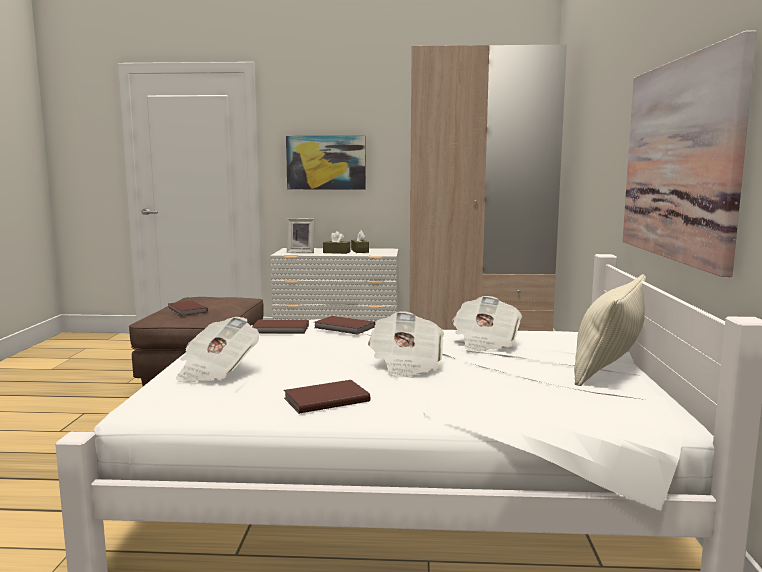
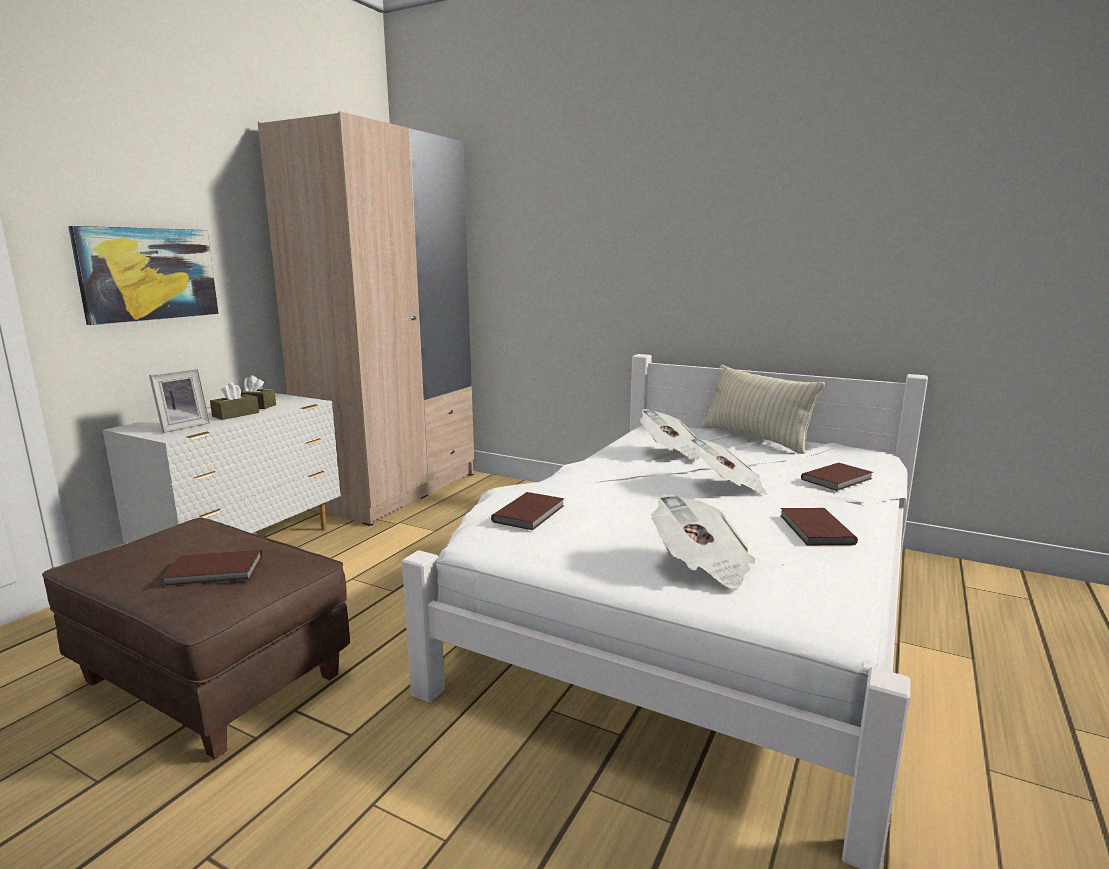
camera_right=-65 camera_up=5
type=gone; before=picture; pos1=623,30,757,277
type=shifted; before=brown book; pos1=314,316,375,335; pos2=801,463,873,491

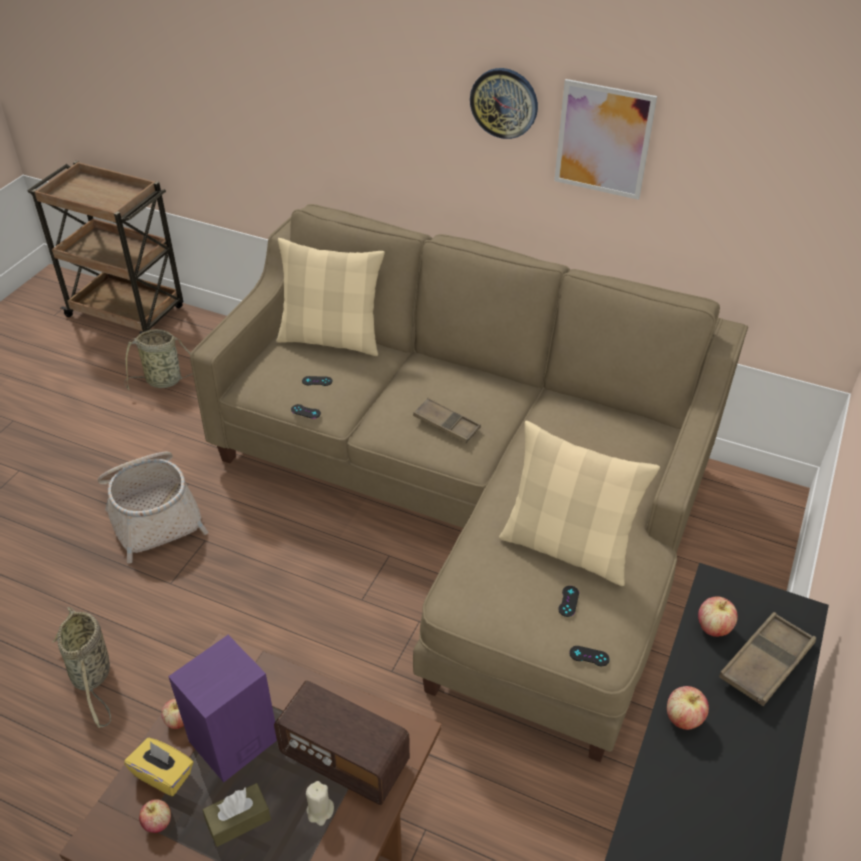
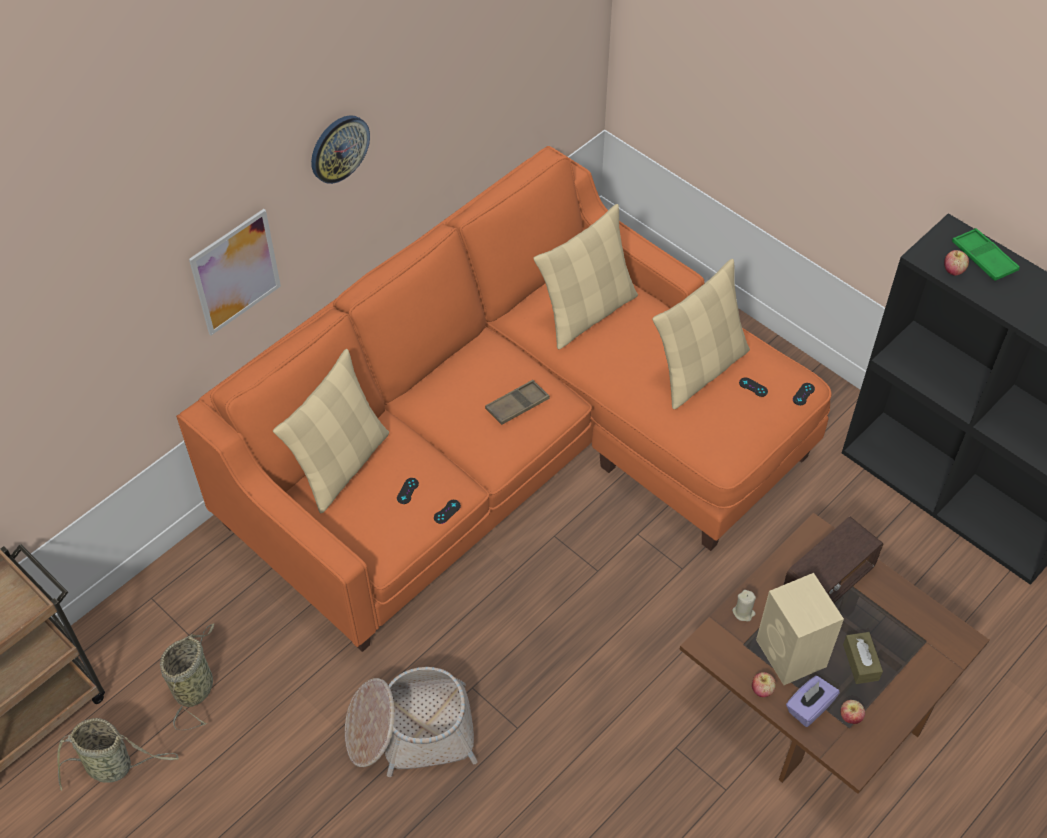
camera_right=-70 camera_up=10
type=gone; before=apple; pos1=667,686,709,730
type=new; after=beige pillow; pos2=533,204,638,349
type=shifted; before=basket; pos1=52,607,111,728; pos2=57,718,179,791
type=shifted; before=beige candle; pos1=306,781,334,826; pos2=732,590,756,621
type=shifted; before=picture; pos1=554,79,657,200; pos2=189,209,281,335
type=repainted; before=yellow tissue box; after=purple tissue box; pos1=124,738,194,796; pos2=786,676,840,727
type=repainted; before=purple speaker; after=beige speaker; pos1=168,635,277,782; pos2=756,573,844,685
type=repainted; before=beige sofa; after=orange sofa; pos1=190,204,748,762; pos2=176,146,832,652
type=repainted; before=brown tray; after=green tray; pos1=719,612,816,706; pos2=952,228,1020,281

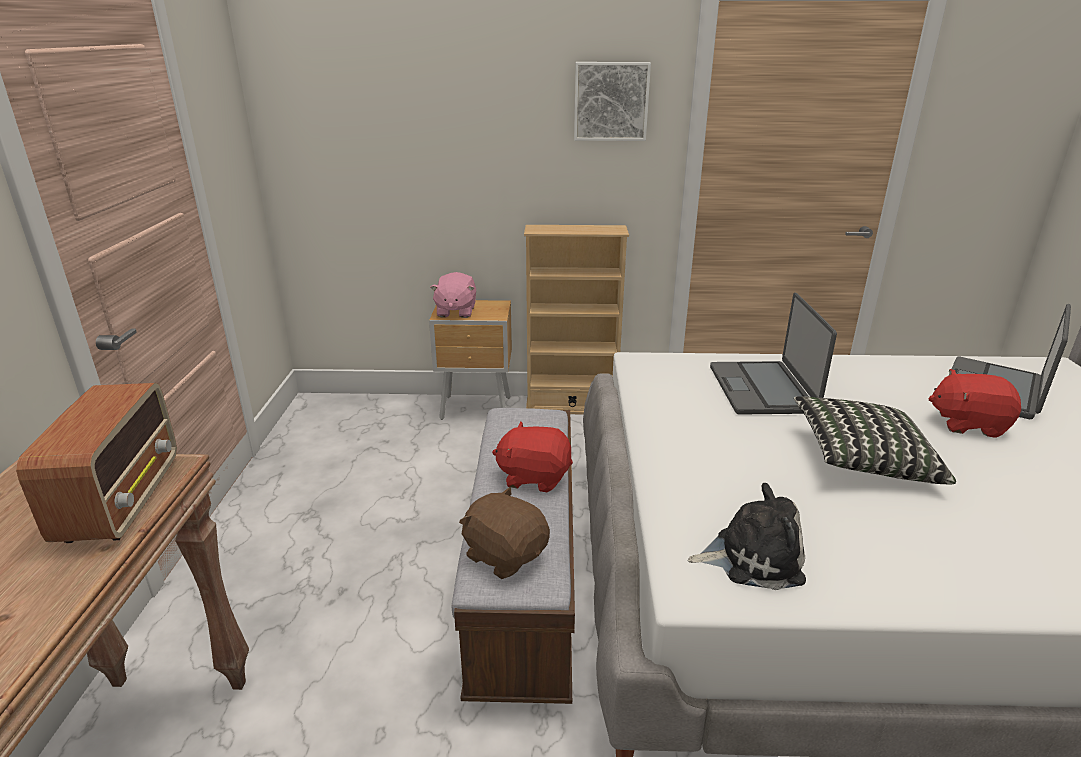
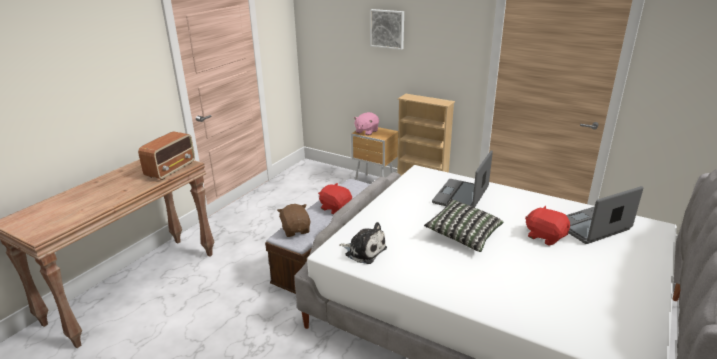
camera_right=30 camera_up=0
type=shifted; before=picture; pos1=574,62,651,141; pos2=370,9,404,50

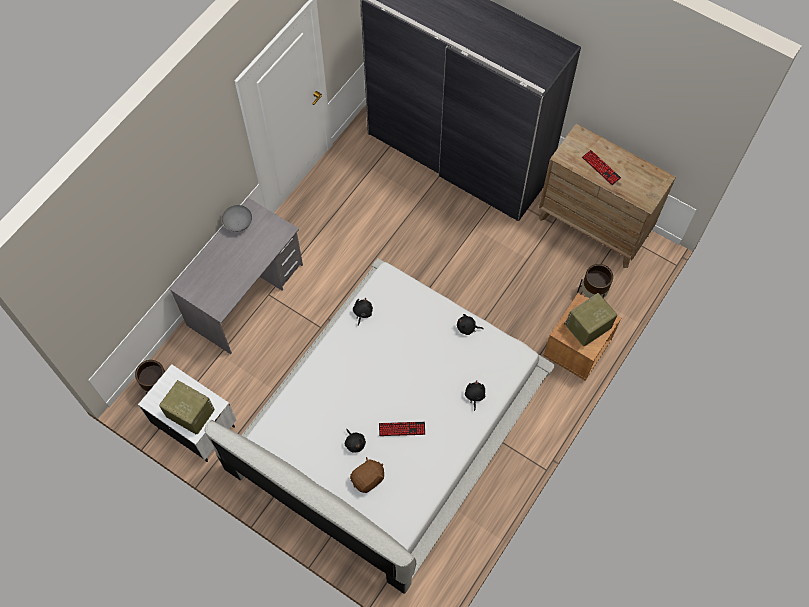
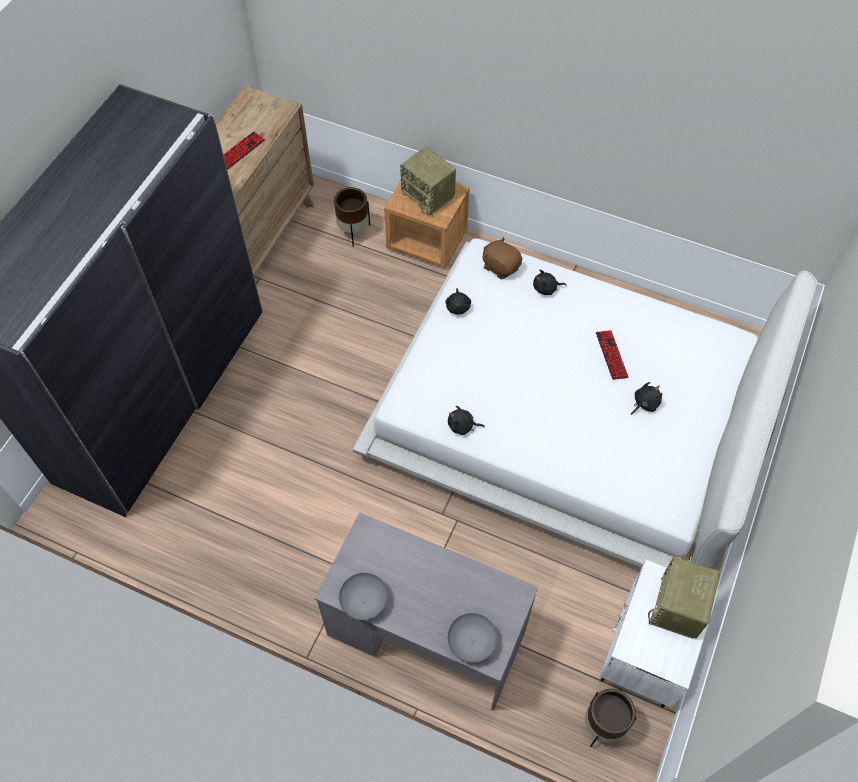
camera_right=-100 camera_up=-5
type=new; after=grey bowl; pos2=448,613,498,663
type=shifted; before=brown plush toy; pos1=350,457,384,493; pos2=483,237,522,279

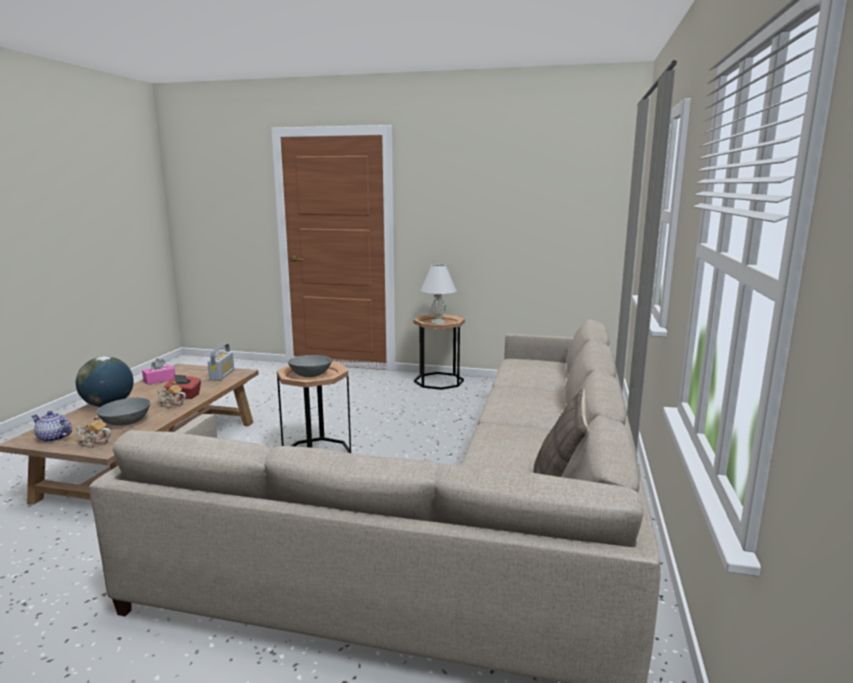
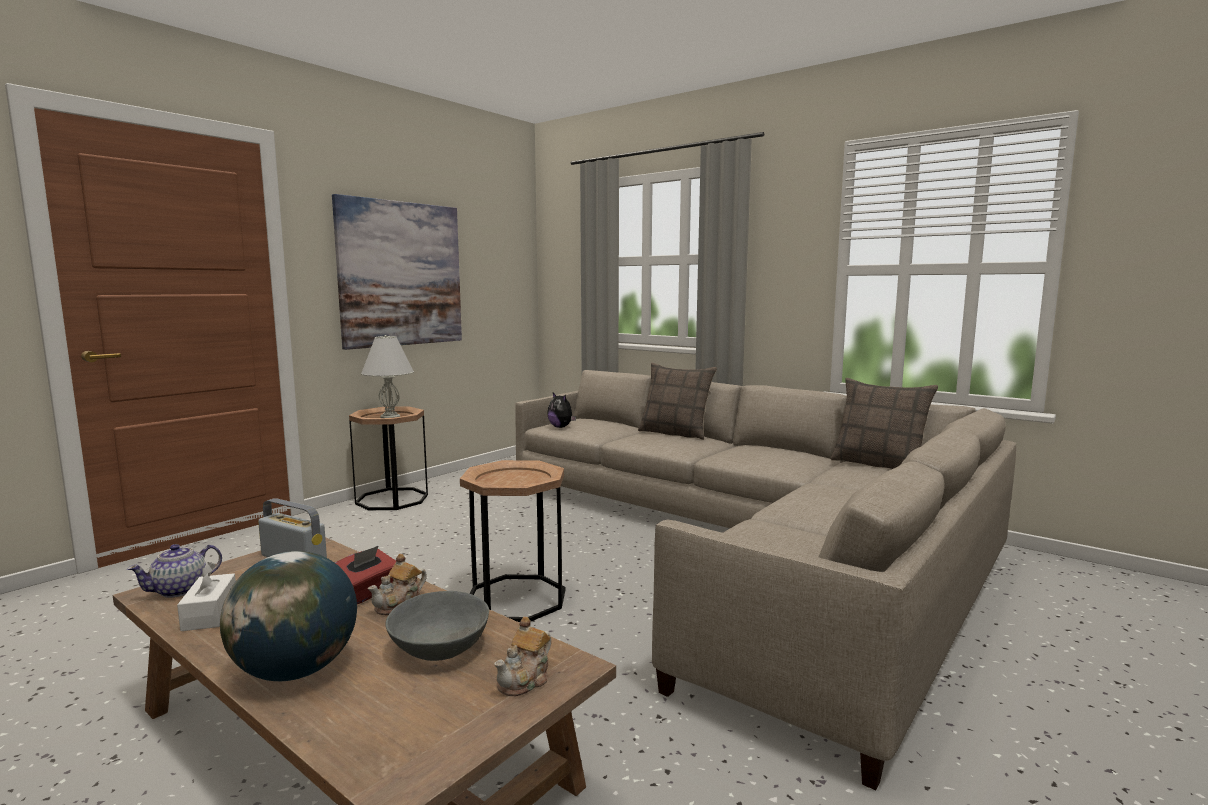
camera_right=-65 camera_up=-5
type=gone; before=grey bowl; pos1=288,355,332,377
type=new; after=picture; pos2=332,194,462,350
type=new; after=plush toy; pos2=547,393,576,428
type=new; after=pillow; pos2=638,363,717,440
type=shifted; before=teapot; pos1=31,411,72,442; pos2=127,544,222,598
type=repainted; before=pink tissue box; after=white tissue box; pos1=142,358,175,385; pos2=177,562,236,631

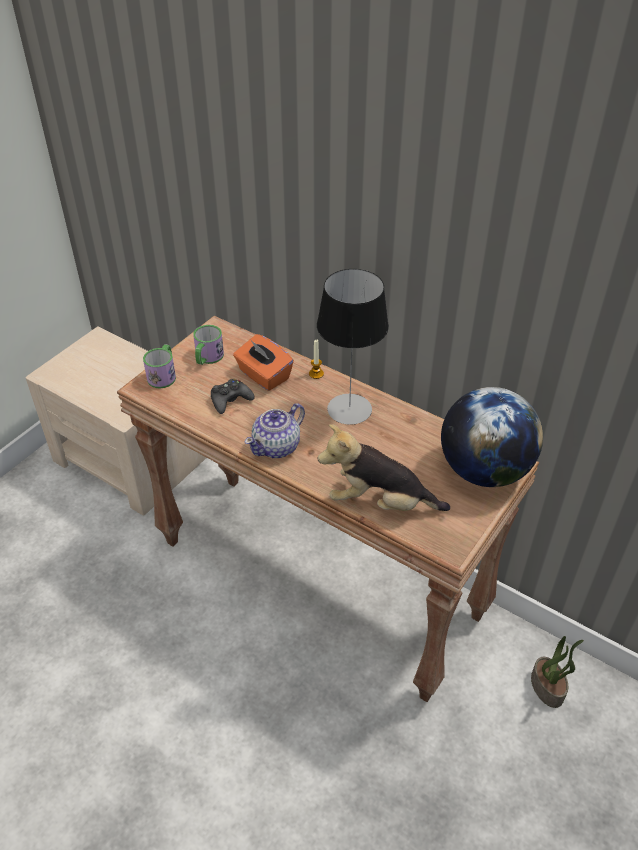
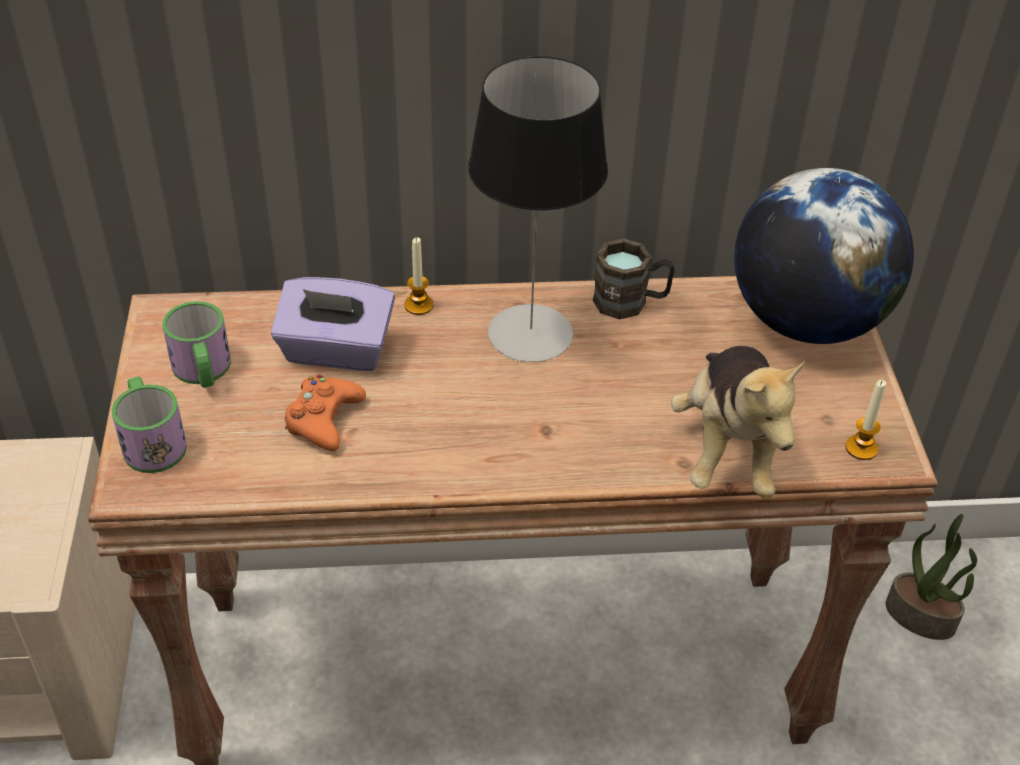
camera_right=-40 camera_up=0
type=gone; before=teapot; pos1=245,403,305,458
type=new; after=brown mug; pos2=593,239,675,319
type=new; after=candle; pos2=845,380,886,460
type=repainted; before=black game controller; after=orange game controller; pos1=211,379,254,414; pos2=285,375,366,451
type=repainted; before=orange tissue box; after=purple tissue box; pos1=233,334,294,391; pos2=271,277,395,371
type=rotated; before=plush toy; pos1=318,424,450,511; pos2=671,346,805,498; turn=-60

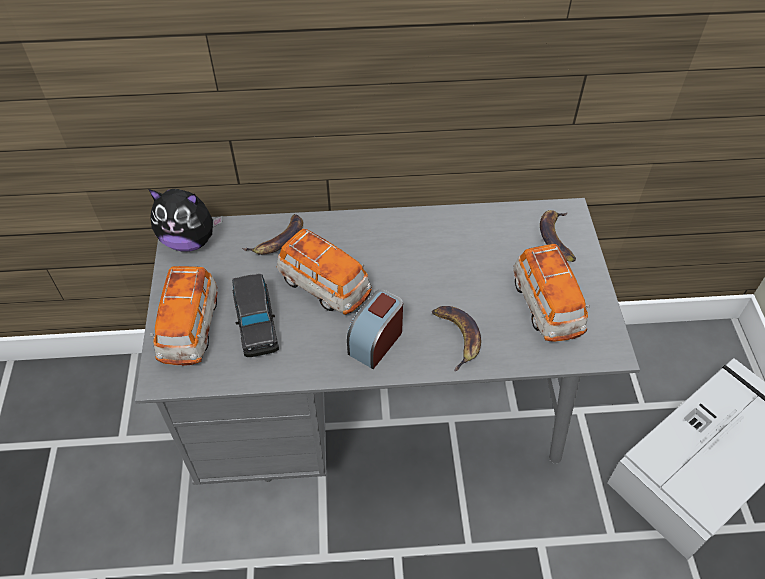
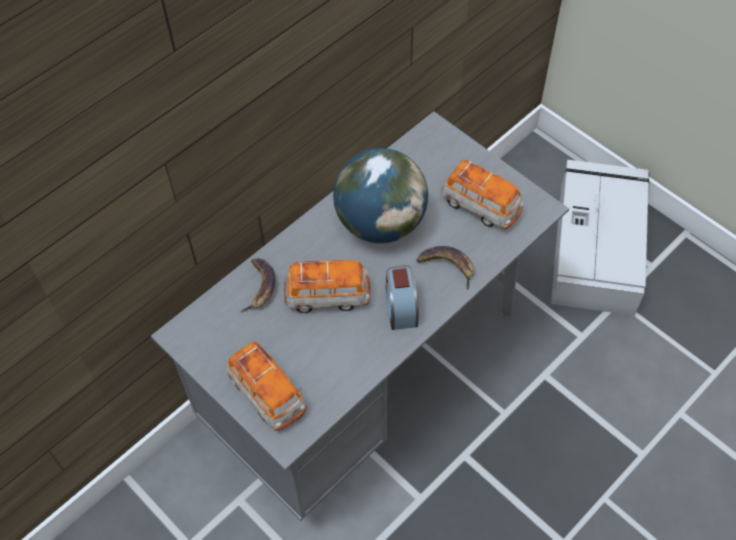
camera_right=-40 camera_up=5
type=gone; before=plush toy; pos1=148,189,223,252
type=gone; before=black toy car; pos1=232,273,279,357
type=gone; before=banana; pos1=540,210,576,262
type=new; after=globe; pos2=333,148,428,243

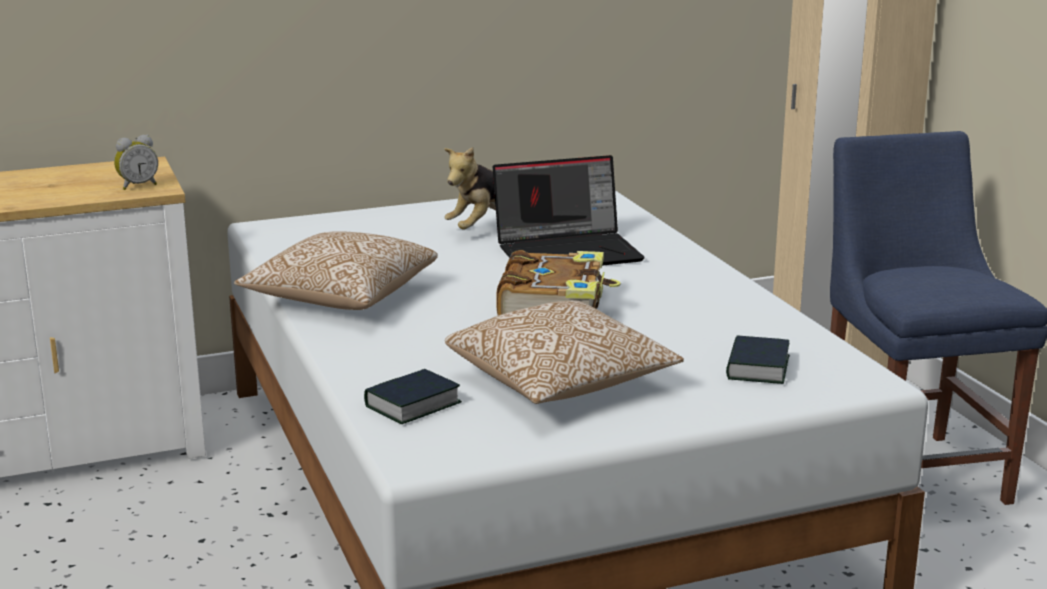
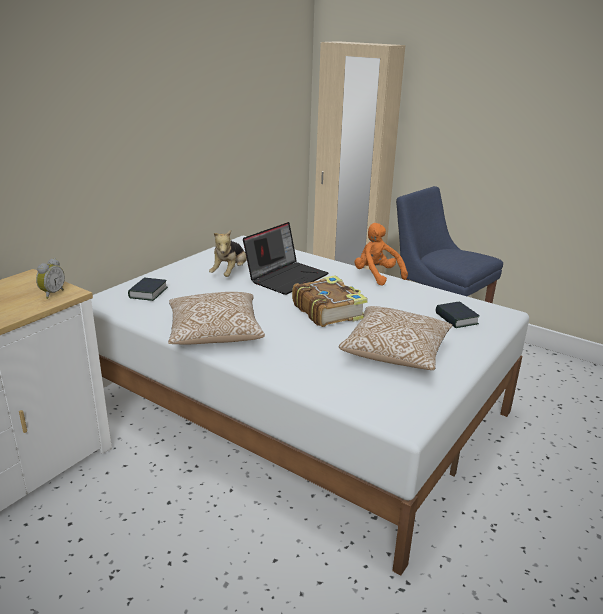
camera_right=-35 camera_up=5
type=new; after=orange plush toy; pos2=355,223,408,286
type=shifted; before=book; pos1=364,369,462,424; pos2=128,278,168,301

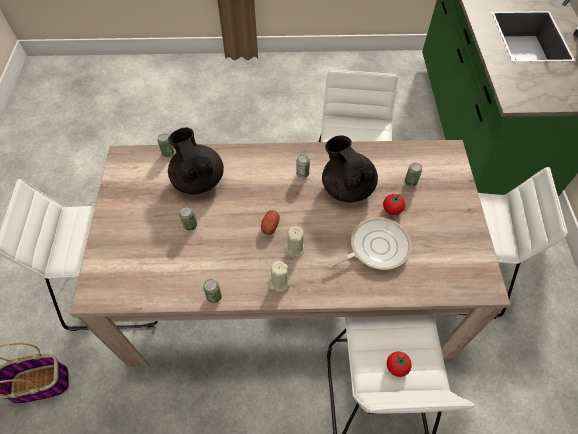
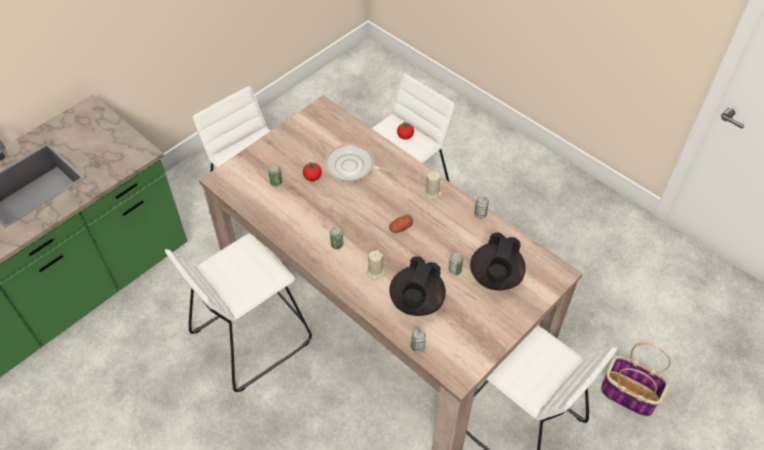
camera_right=-135 camera_up=-5
type=shifted; before=beige candle; pos1=285,226,305,257; pos2=367,250,386,280
type=shifted; before=black teapot; pos1=322,135,378,203; pos2=470,232,526,290

